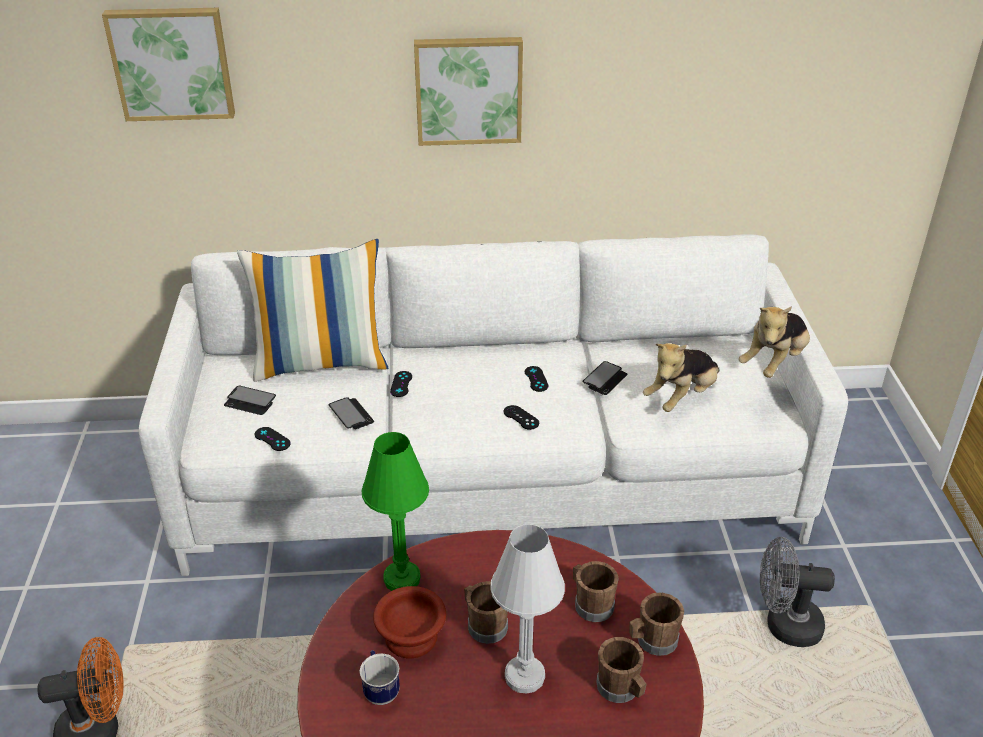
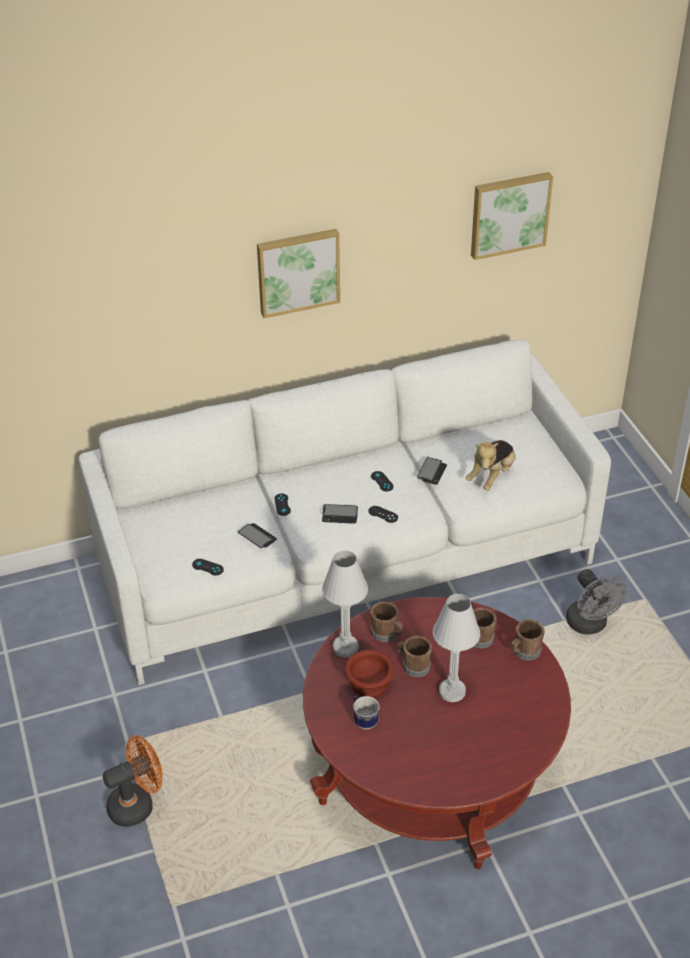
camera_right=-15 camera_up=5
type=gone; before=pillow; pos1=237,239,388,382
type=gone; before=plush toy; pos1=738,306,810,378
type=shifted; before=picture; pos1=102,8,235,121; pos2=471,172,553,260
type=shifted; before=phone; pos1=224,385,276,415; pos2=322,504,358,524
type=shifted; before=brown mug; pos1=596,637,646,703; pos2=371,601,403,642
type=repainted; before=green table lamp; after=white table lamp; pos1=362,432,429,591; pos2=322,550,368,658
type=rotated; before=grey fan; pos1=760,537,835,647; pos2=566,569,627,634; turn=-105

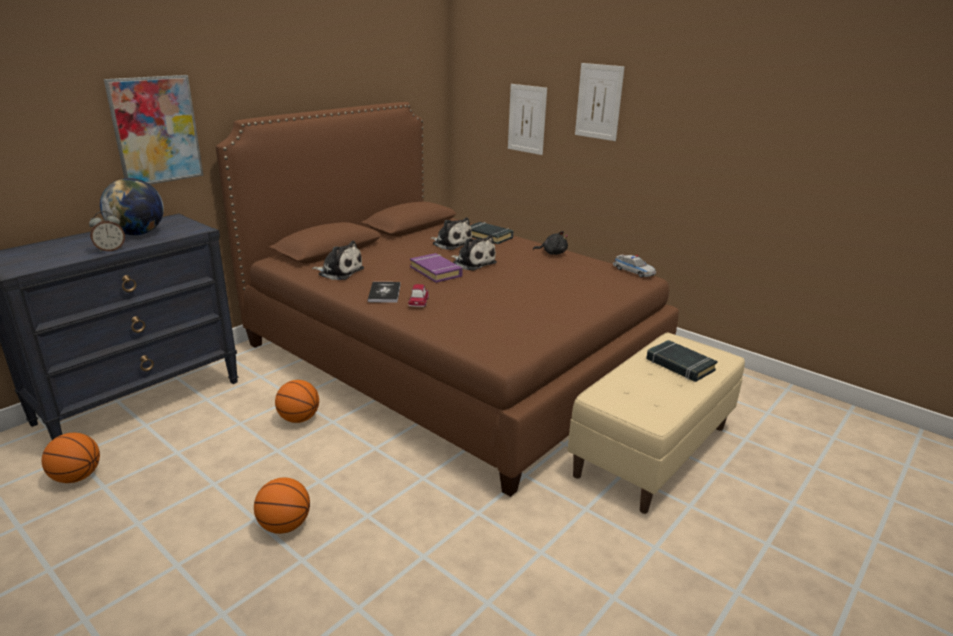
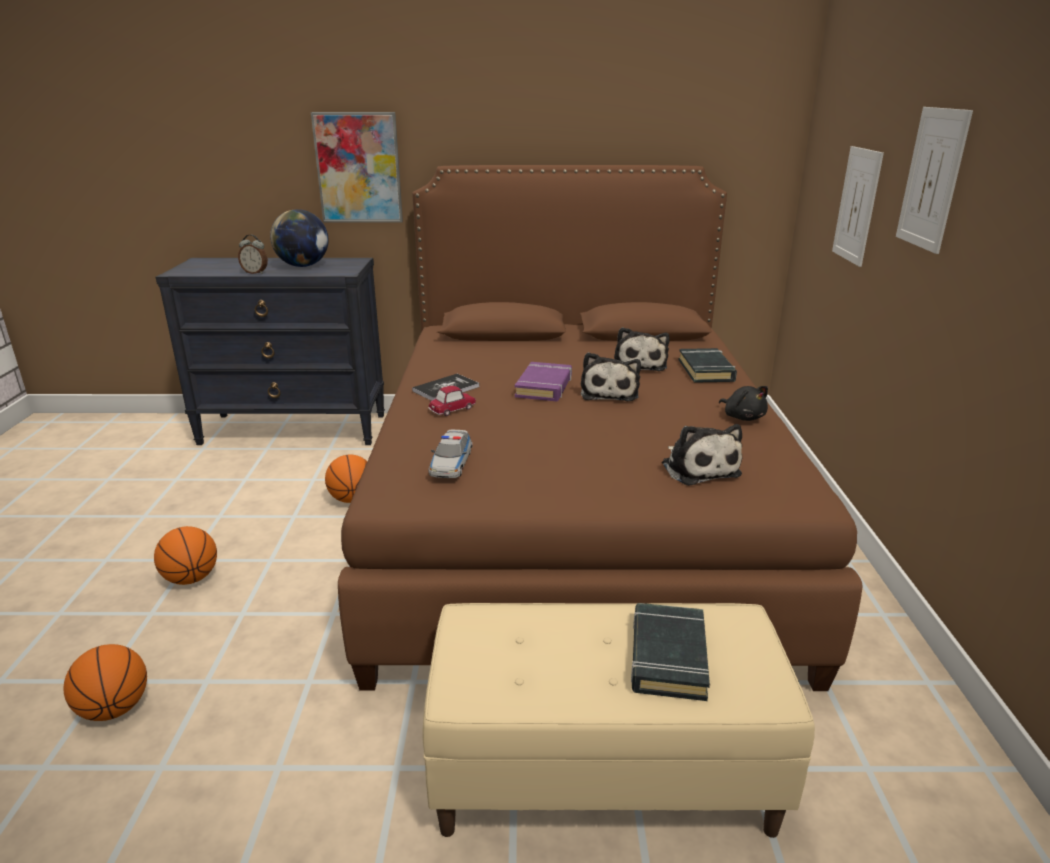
camera_right=50 camera_up=0
type=shifted; before=basketball; pos1=42,433,100,483; pos2=64,644,147,721
type=shifted; before=plush toy; pos1=312,241,364,280; pos2=662,424,742,486
type=shifted; before=toy car; pos1=613,255,656,278; pos2=428,430,472,478

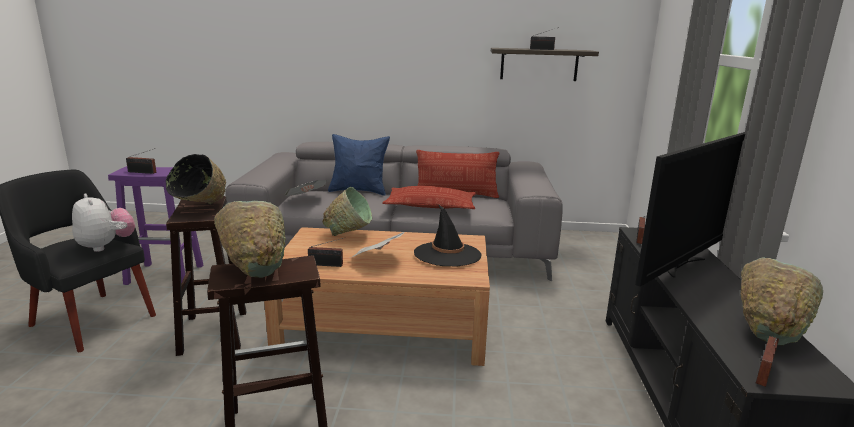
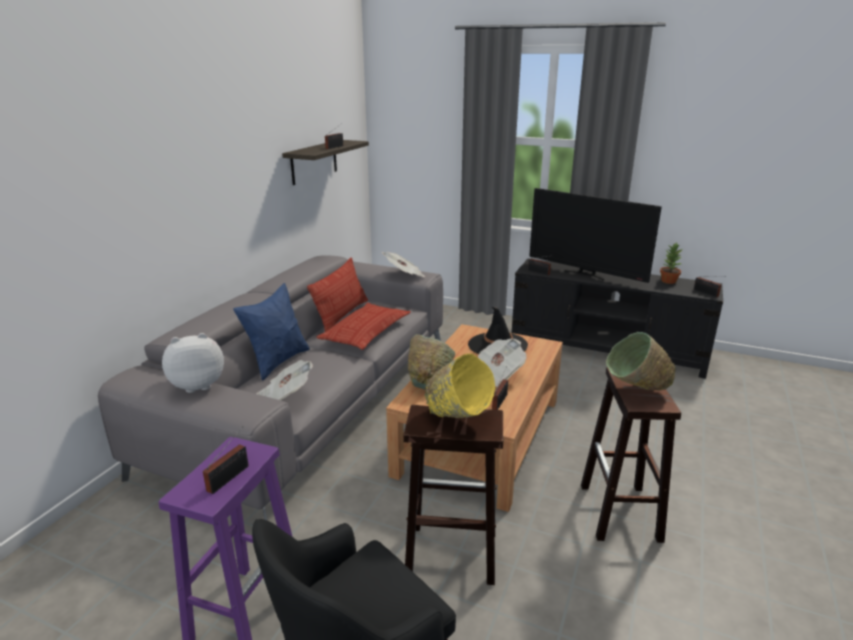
camera_right=-70 camera_up=5
type=new; after=newspaper; pos2=382,252,425,277
type=shifted; before=plush toy; pos1=72,193,135,252; pos2=162,333,224,393
type=swapped; before=green bowl; after=potted plant; pos1=741,257,823,345; pos2=660,243,683,284
type=repainted; before=black bowl; after=yellow bowl; pos1=166,154,226,204; pos2=425,353,495,418
type=rotated; before=television; pos1=635,132,745,287; pos2=529,188,662,283; turn=150

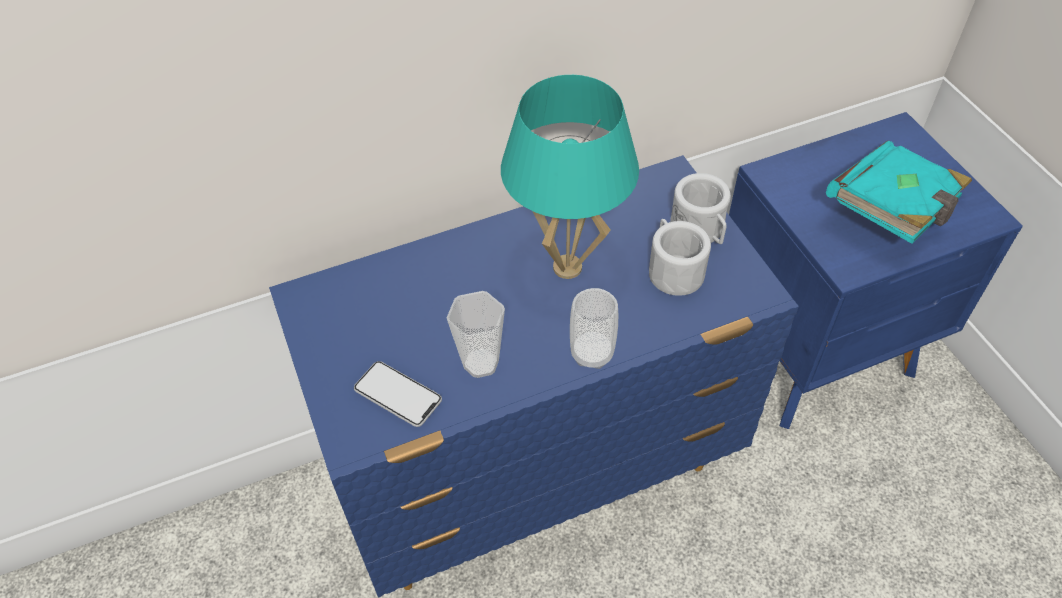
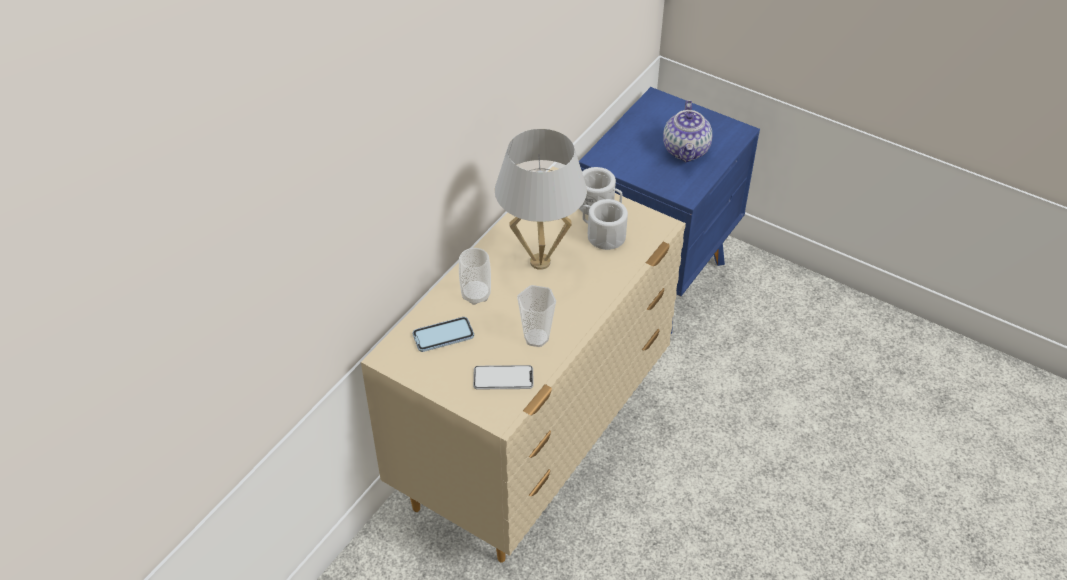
camera_right=-35 camera_up=-5
type=new; after=phone; pos2=413,317,474,352
type=shifted; before=cup; pos1=570,288,618,369; pos2=459,248,491,305
type=swapped; before=turquoise book; after=teapot; pos1=826,140,972,244; pos2=663,100,712,163
type=repainted; before=blue dresser; after=beige dresser; pos1=269,155,799,598; pos2=361,166,686,563
type=repainted; before=turquoise table lamp; after=white table lamp; pos1=501,75,639,279; pos2=495,129,587,270

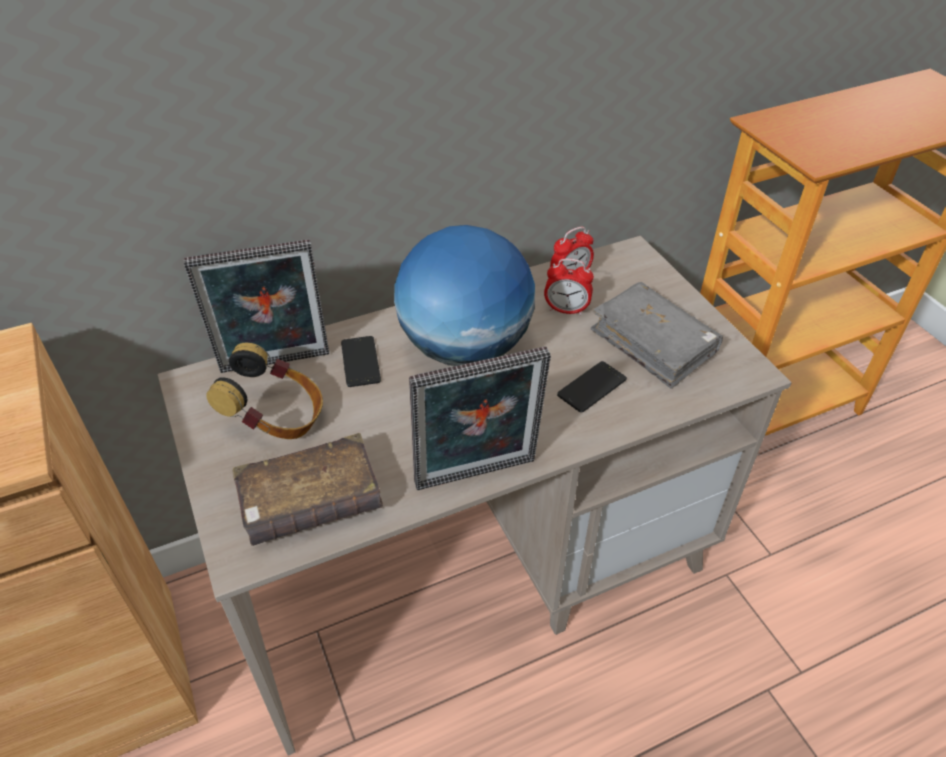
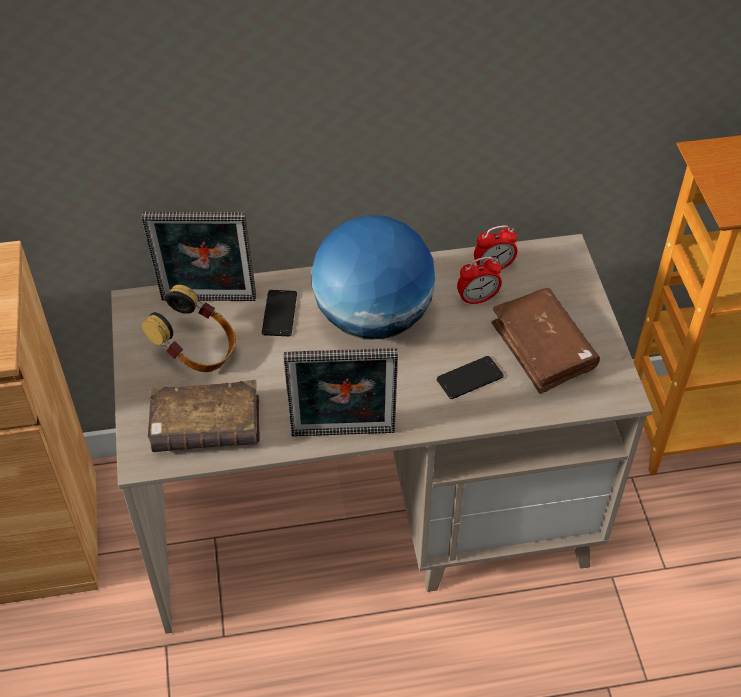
camera_right=15 camera_up=5
type=repainted; before=grey book; after=brown book; pos1=591,282,723,389; pos2=491,288,600,394
type=rotated; before=alarm clock; pos1=544,258,594,315; pos2=457,257,502,306; turn=-45

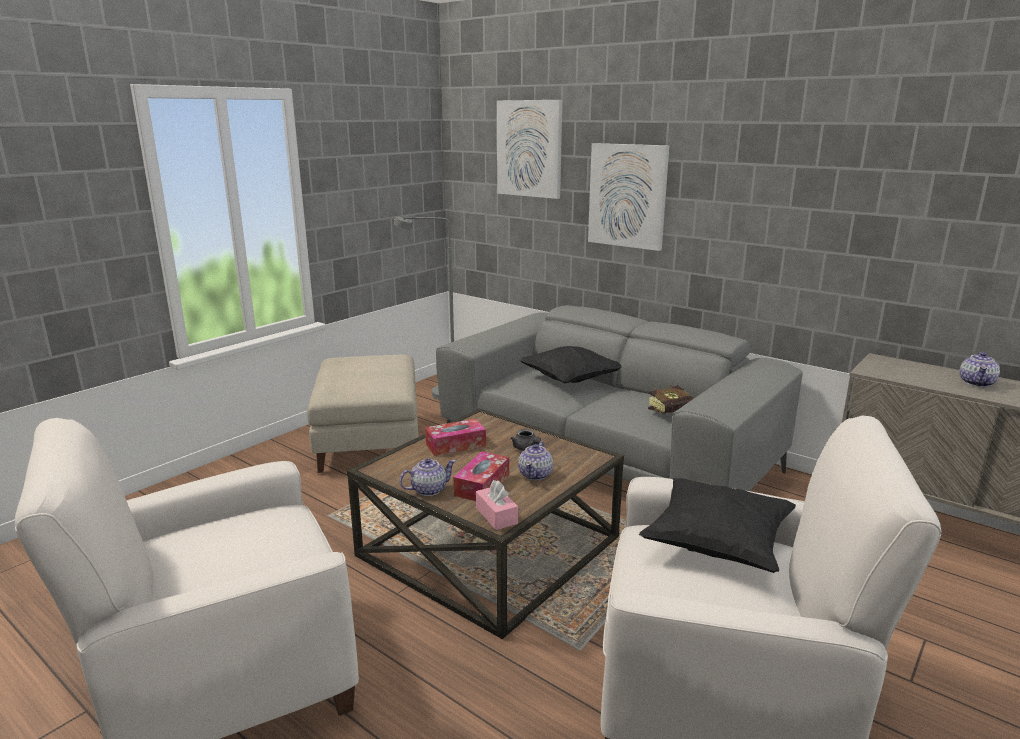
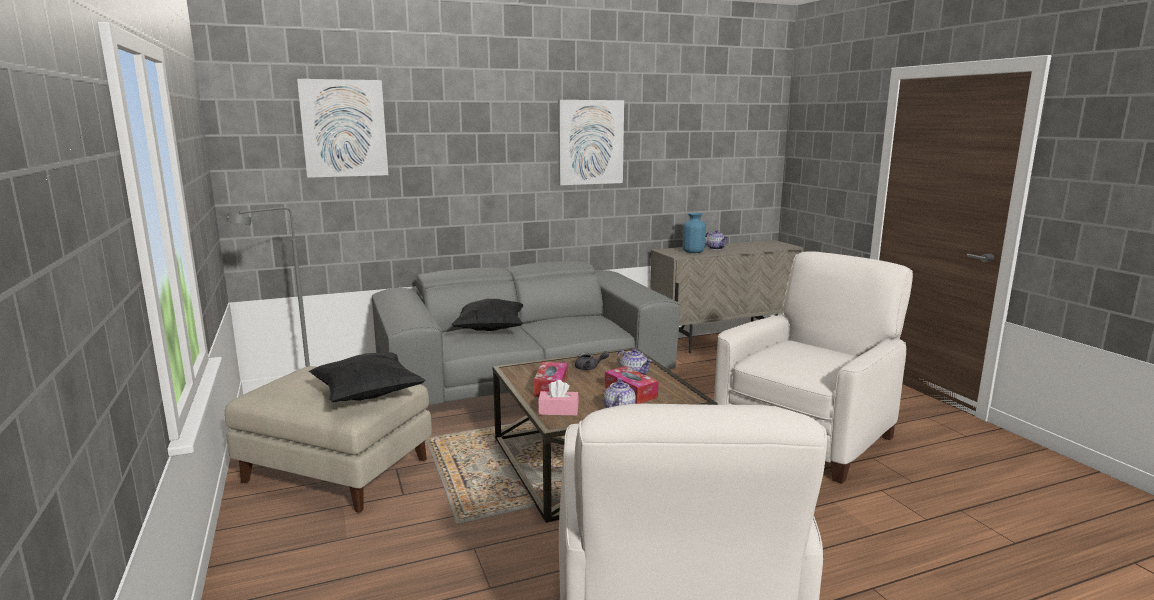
camera_right=-60 camera_up=-5
type=gone; before=book; pos1=648,385,694,414
type=new; after=blue vase; pos2=683,213,706,253
type=shifted; before=pink tissue box; pos1=476,480,518,530; pos2=538,380,579,416
type=shifted; before=picture; pos1=588,143,669,251; pos2=558,100,624,185
type=shifted; before=black pillow; pos1=639,478,796,573; pos2=309,352,426,403

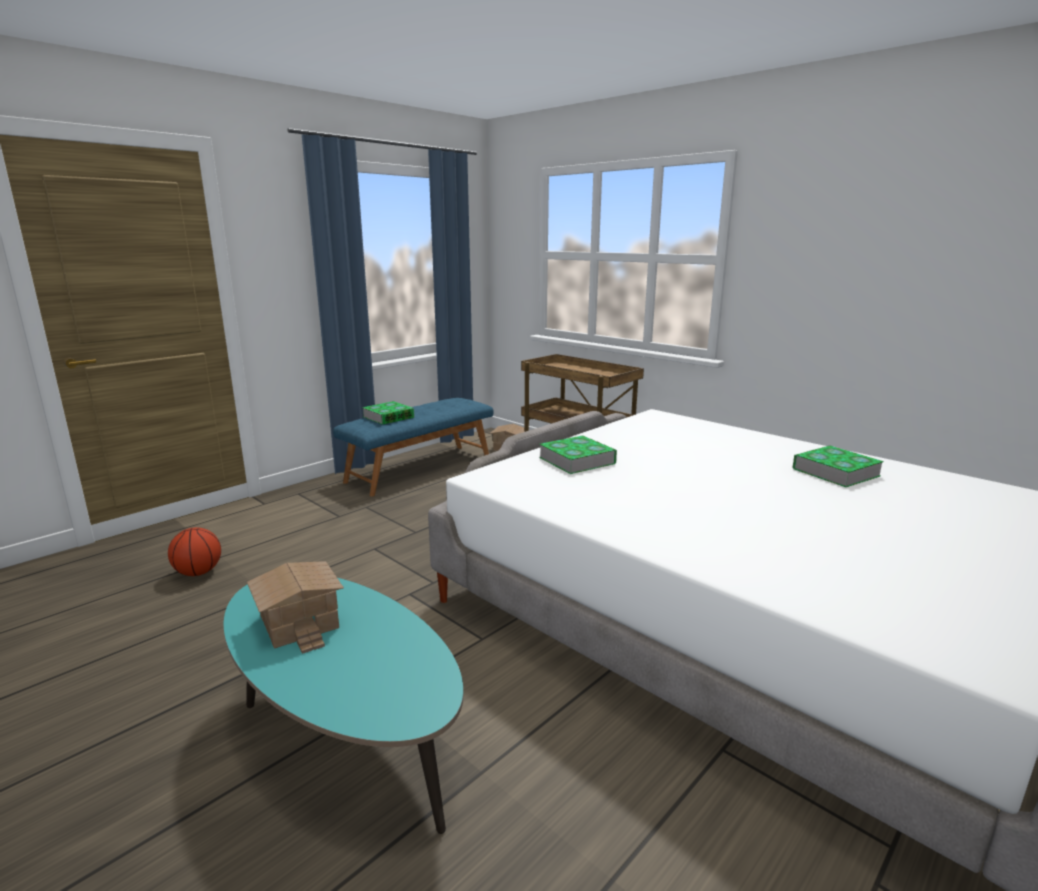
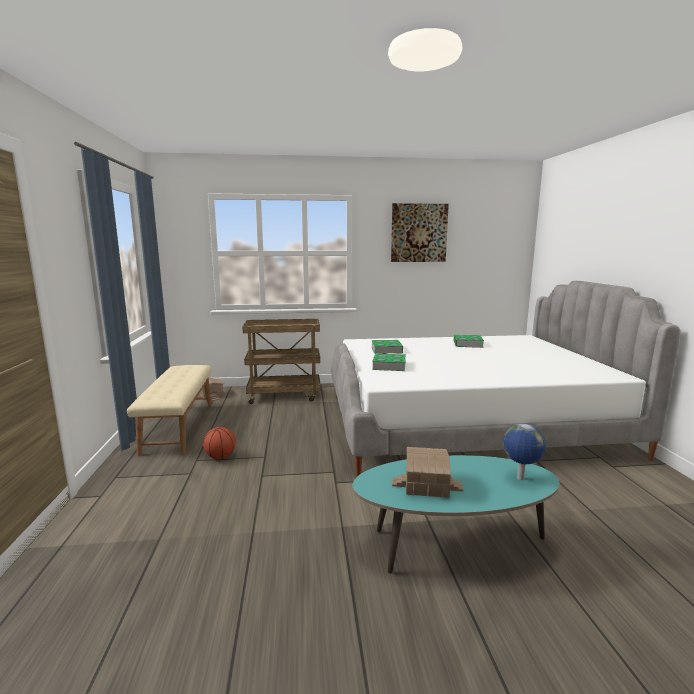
camera_right=-50 camera_up=-5
type=new; after=picture; pos2=391,203,449,262
type=new; after=globe; pos2=503,423,546,480
type=shifted; before=basketball; pos1=168,527,221,576; pos2=203,427,236,459
type=shifted; before=book; pos1=362,401,415,425; pos2=371,340,403,354
type=repainted; before=blue bench; after=beige bench; pos1=333,398,494,497; pos2=127,365,212,456

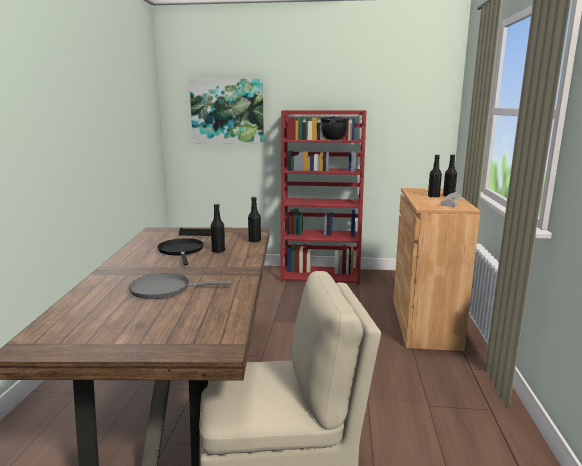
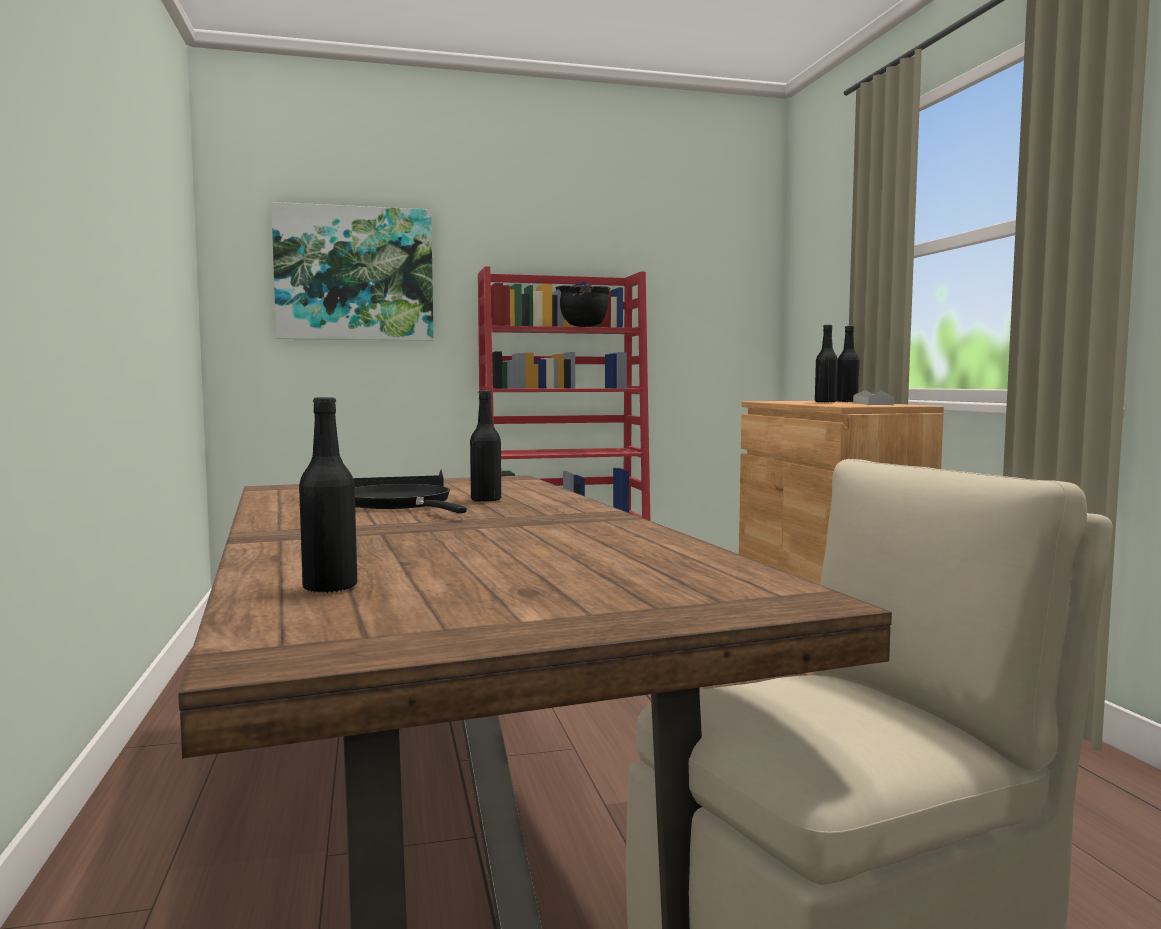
camera_right=-20 camera_up=-10
type=gone; before=grey frying pan; pos1=129,273,232,299
type=shifted; before=black bottle; pos1=248,197,261,243; pos2=299,397,357,593

